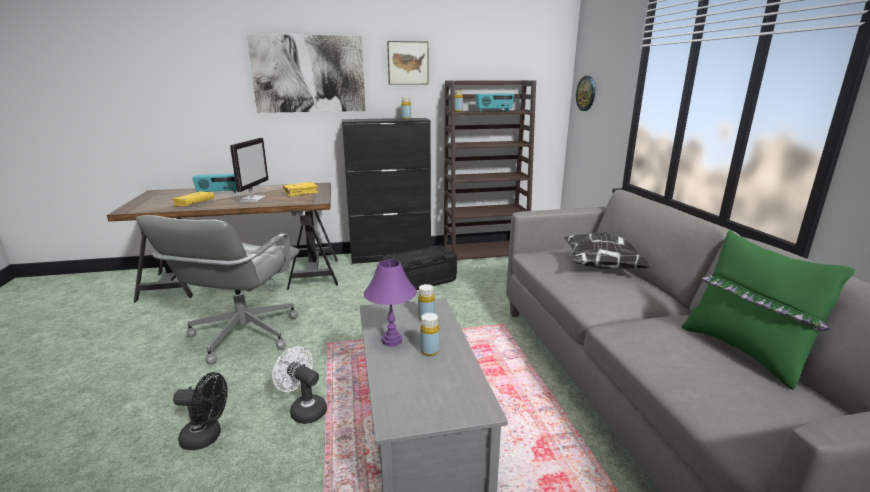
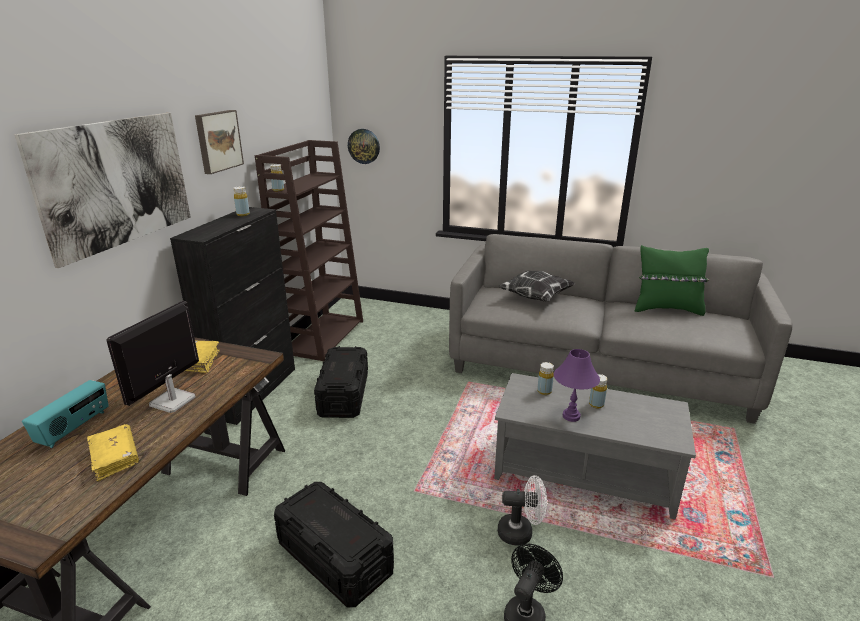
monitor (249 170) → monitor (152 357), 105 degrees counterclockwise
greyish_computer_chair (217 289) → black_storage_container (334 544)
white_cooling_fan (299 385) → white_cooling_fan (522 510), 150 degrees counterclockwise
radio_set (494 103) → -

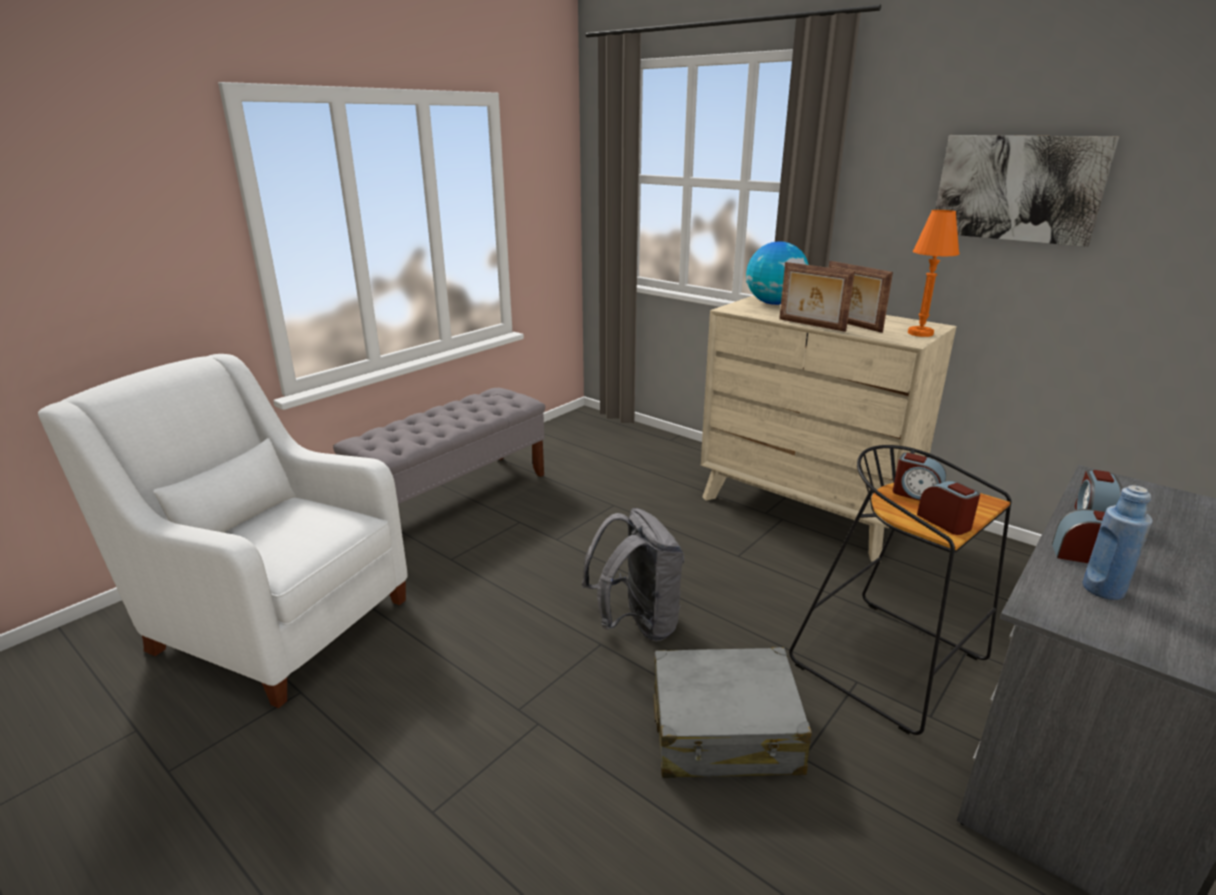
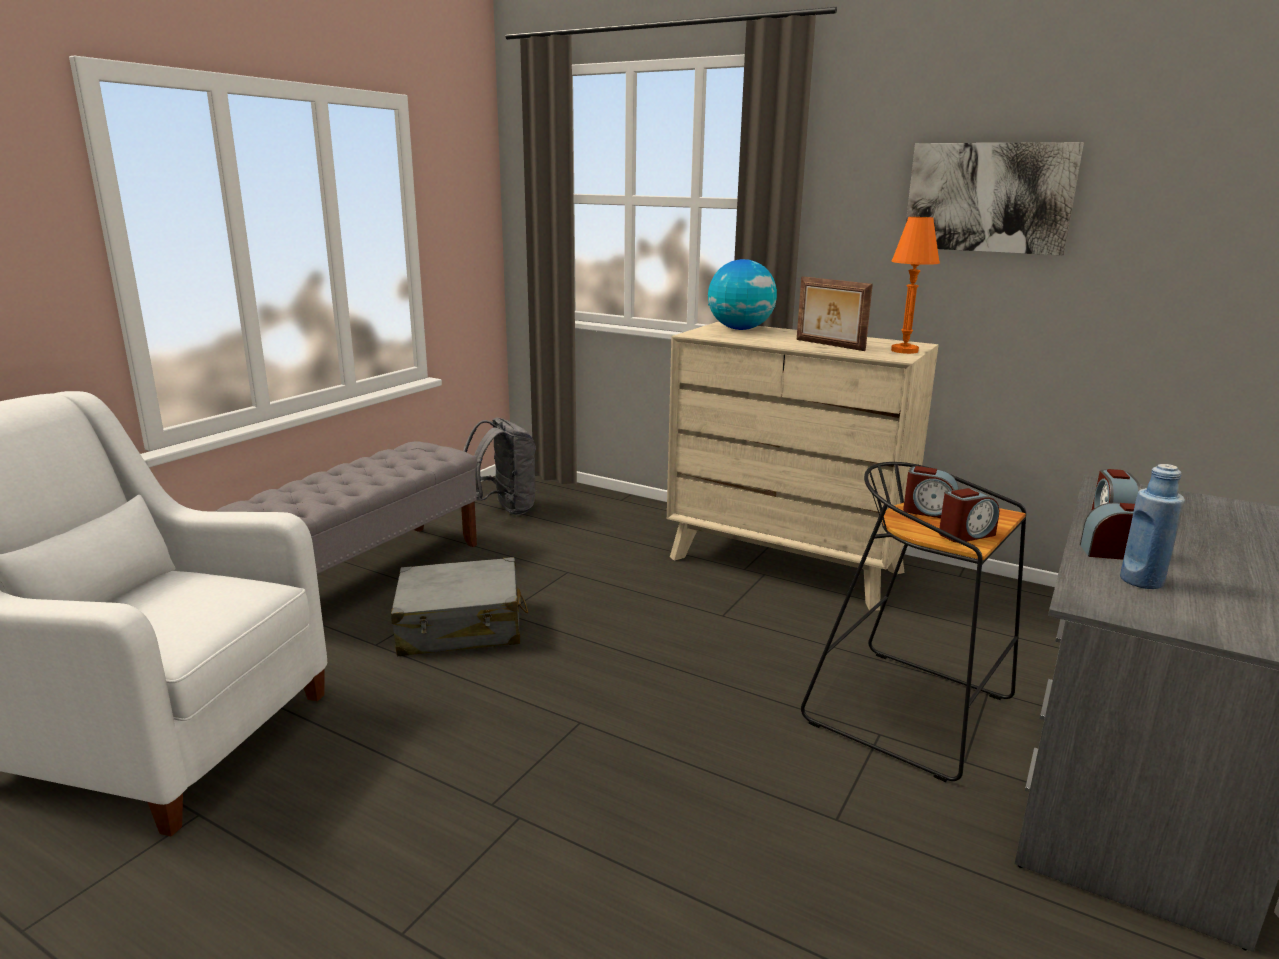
greyish_suitcase (732 712) → greyish_suitcase (459 606), relocated
greyish_knapsack (633 574) → greyish_knapsack (499 466), relocated
table_clock (948 508) → table_clock (969 515), 105 degrees clockwise
picture_frame (817 297) → -

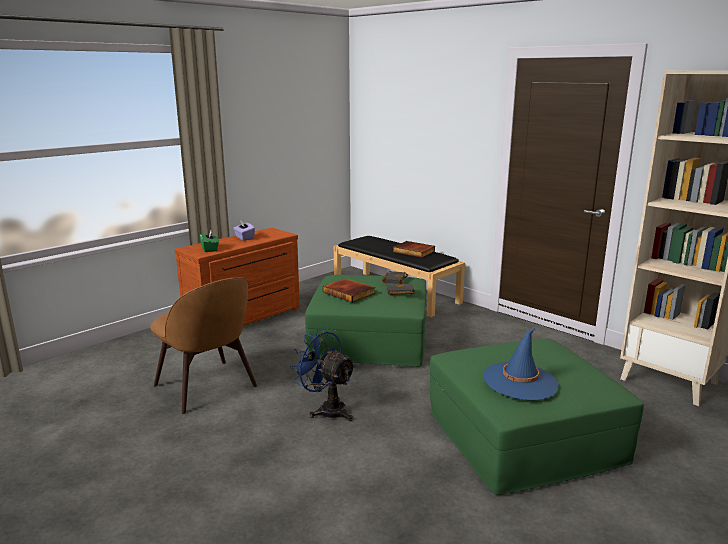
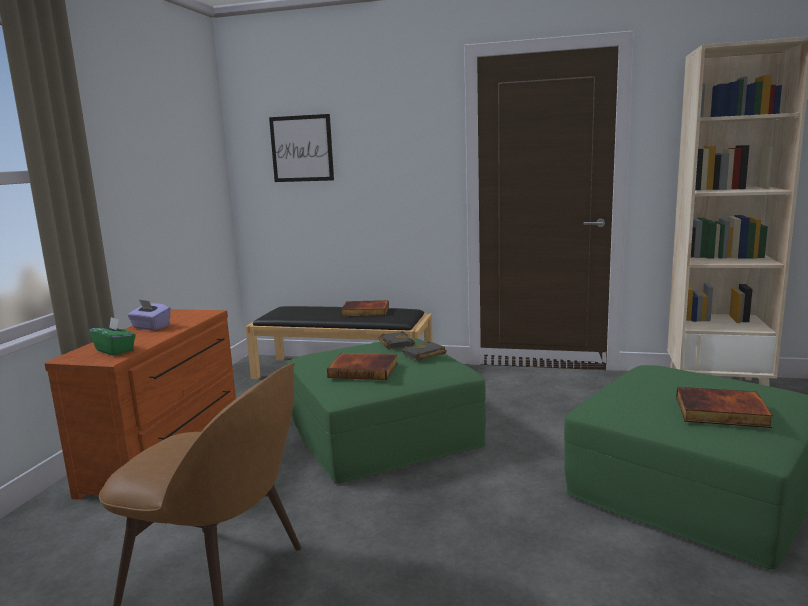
- → wall_picture (301 148)
blue_clothing_hat (521 364) → volume (724 407)
blue_cooling_fan (323 375) → -

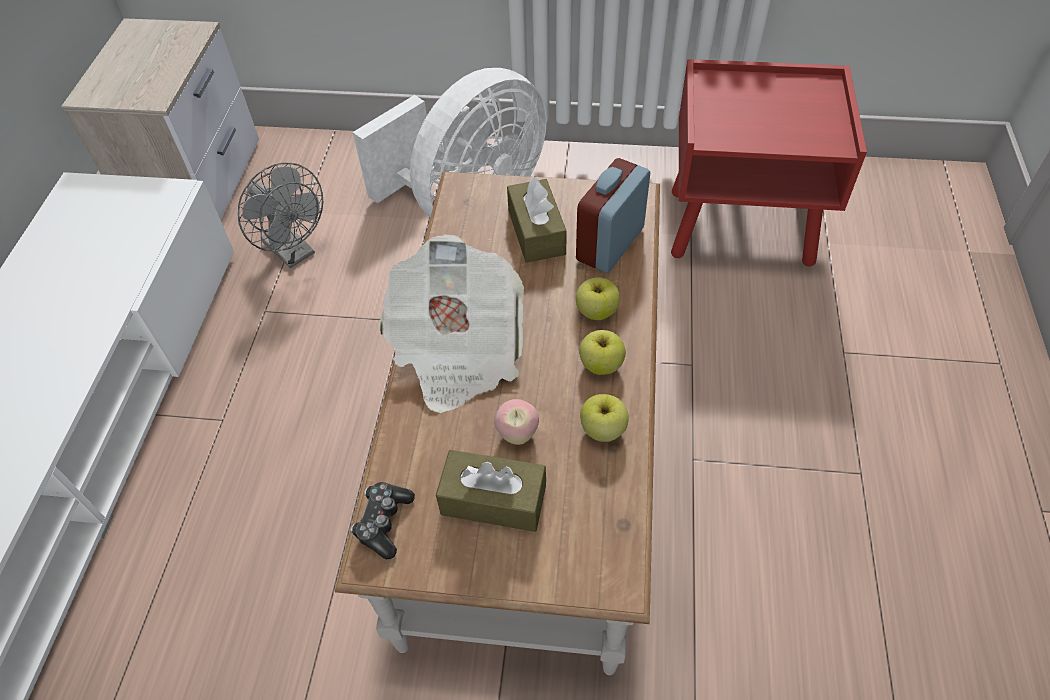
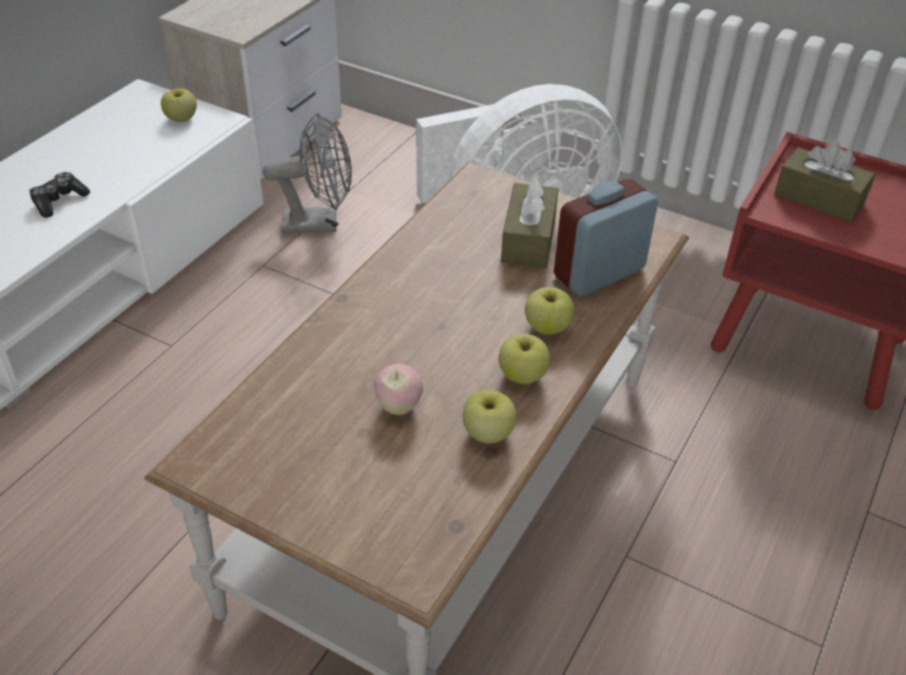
game_controller (383 520) → game_controller (59 195), relocated
- → whole_apple (179 105)
greyish_cooling_fan (281 215) → greyish_cooling_fan (307 173), 75 degrees counterclockwise
brown-coloured_tissue_holder (491 491) → brown-coloured_tissue_holder (824 181), relocated
printed_paper (451 323) → -

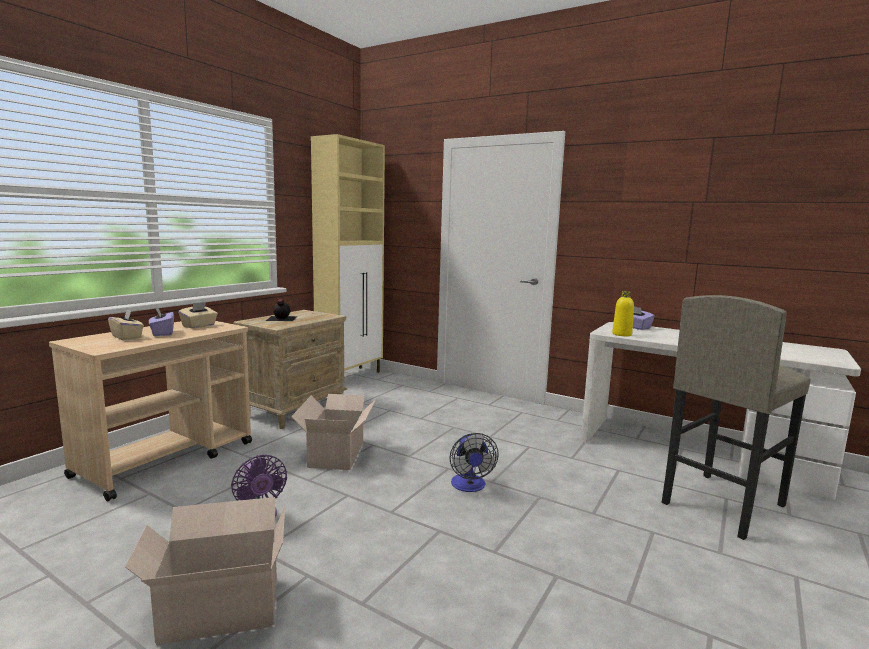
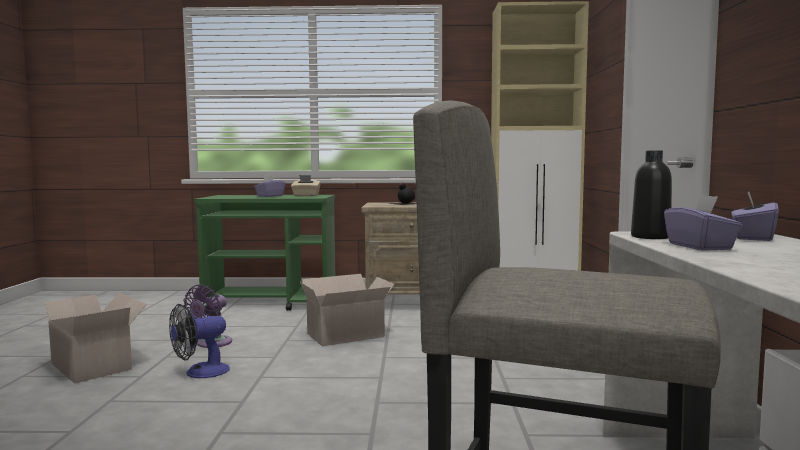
cooling_fan (474 462) → cooling_fan (199 341), relocated
sand-coloured_trolley (150 411) → green-coloured_trolley (264 253)
yellow_bottle (623 313) → black_bottle (651 194)
- → purple_tissue_holder (703 223)
sand-coloured_tissue_holder (126 325) → -

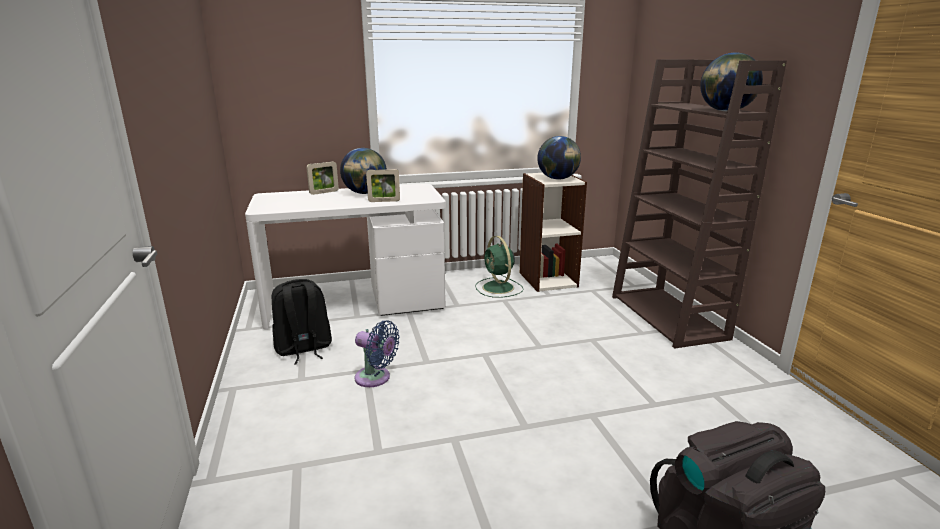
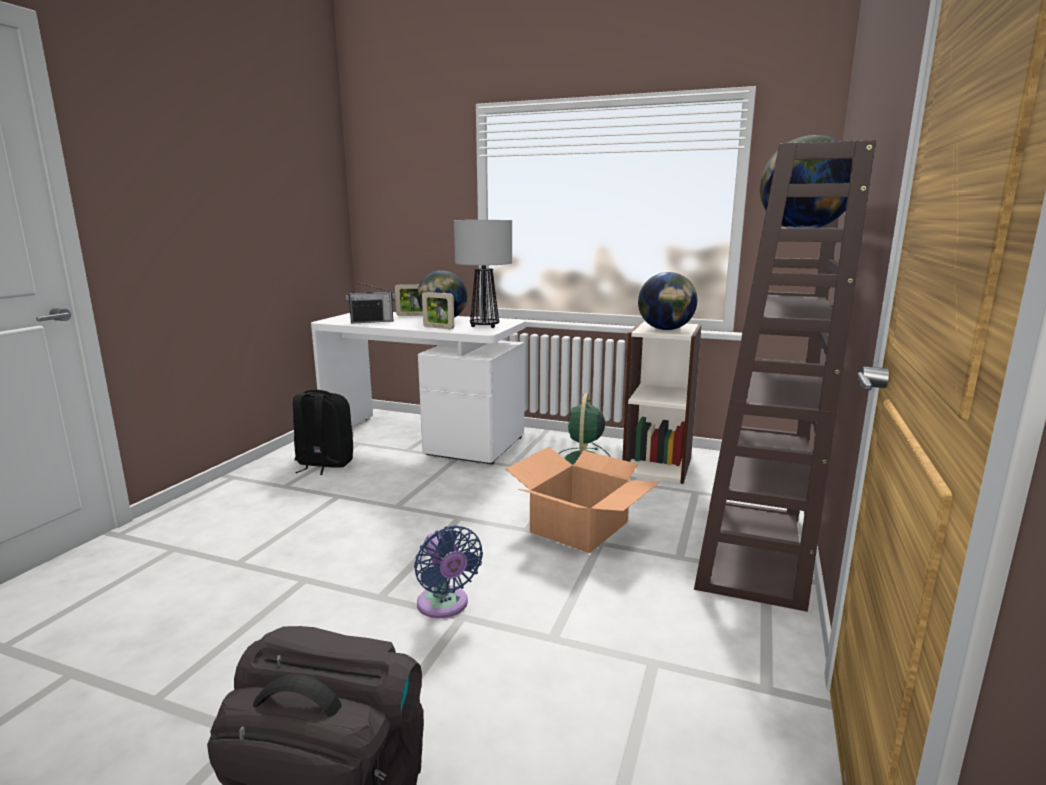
- → radio_set (370 302)
blue_cooling_fan (377 353) → blue_cooling_fan (448 571), relocated
- → tabletop_lamp (483 274)
- → packing_box (583 500)

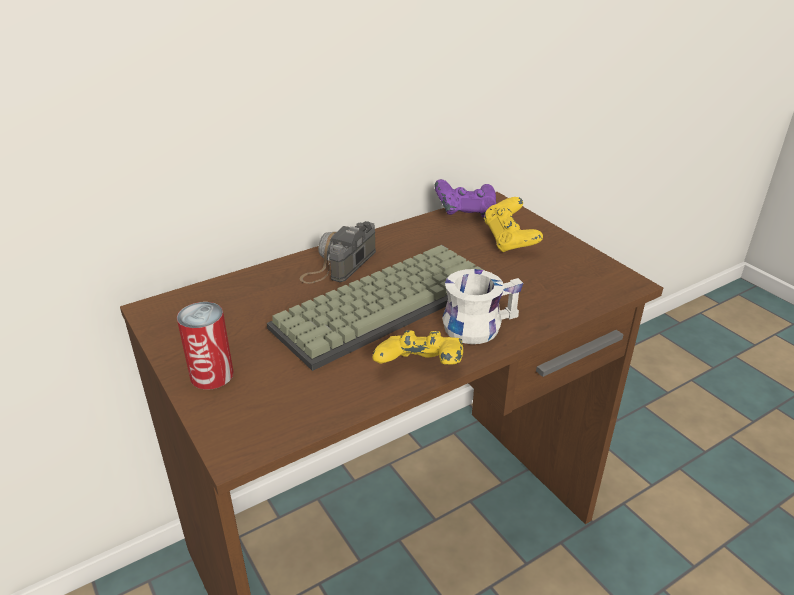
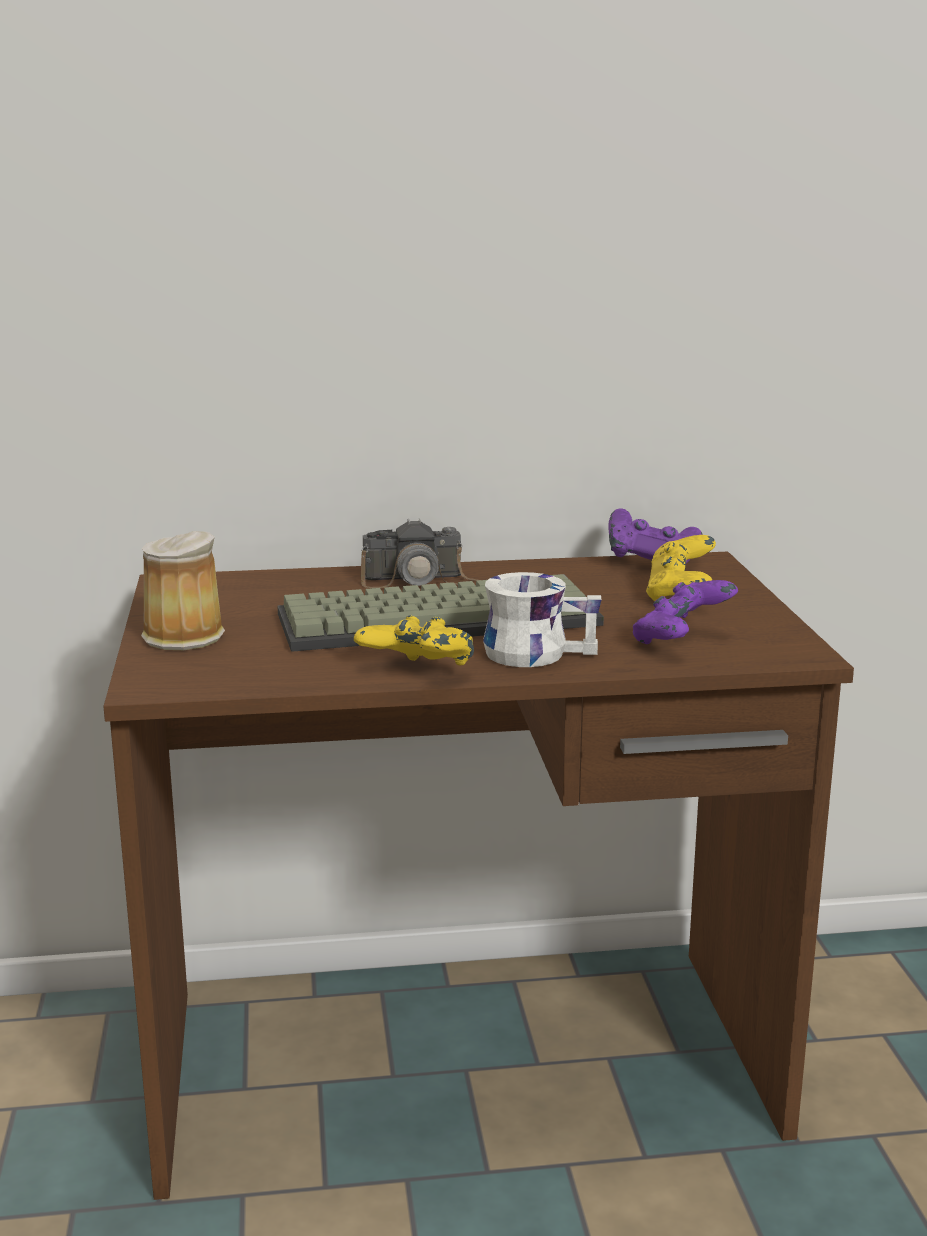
can (205 346) → coffee_mug (183 590)
photo_camera (338 252) → photo_camera (419 553), 150 degrees counterclockwise
- → purple_game_controller (685 612)

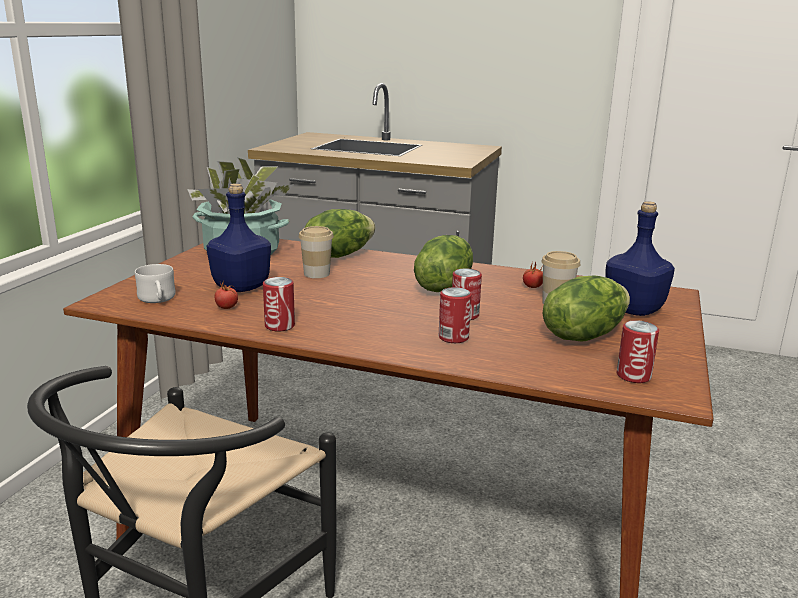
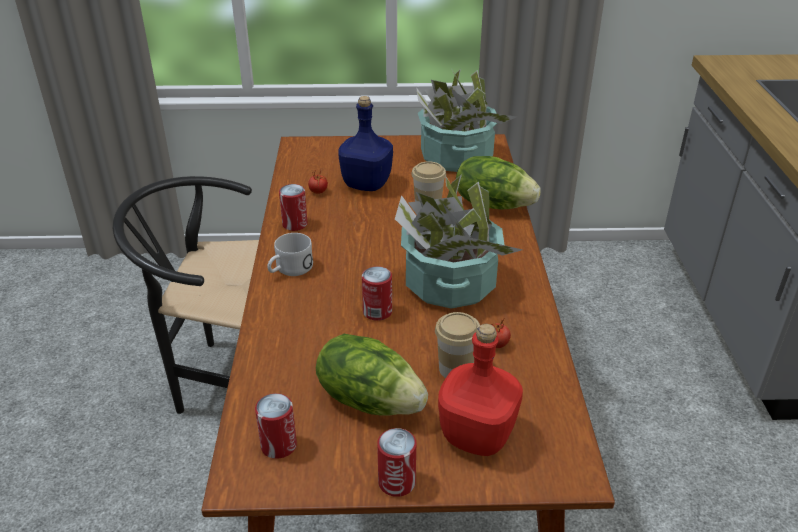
white_coffee_mug (155 283) → white_coffee_mug (290 254), relocated
can (455 315) → can (396 462), relocated
lettuce (443 263) → plant_in_a_pot (459 241)
blue_bottle (640 258) → red_bottle (480 390)

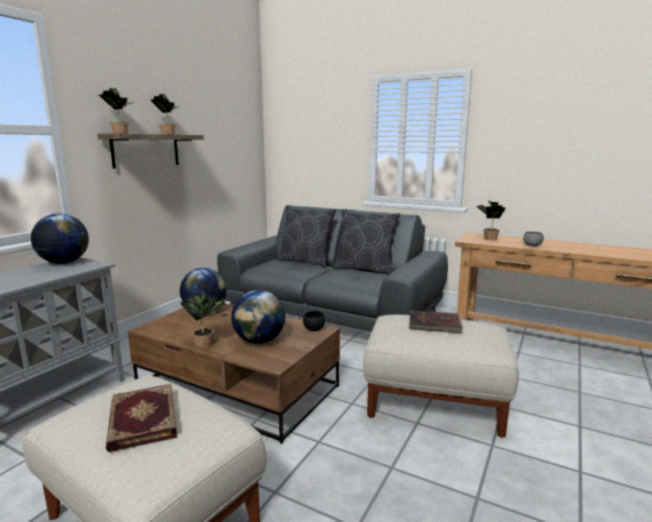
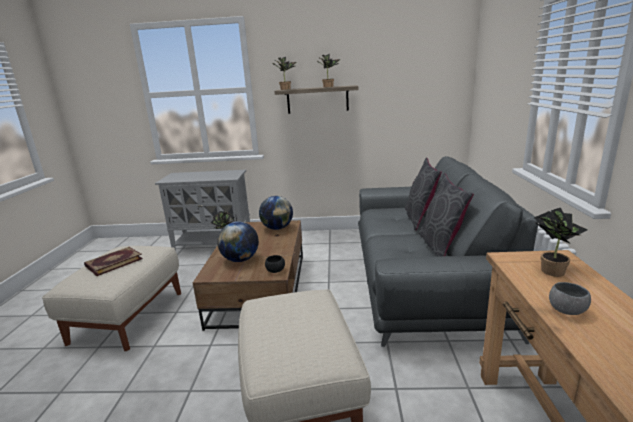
world_globe (60 239) → -
brown-coloured_volume (436 321) → -

